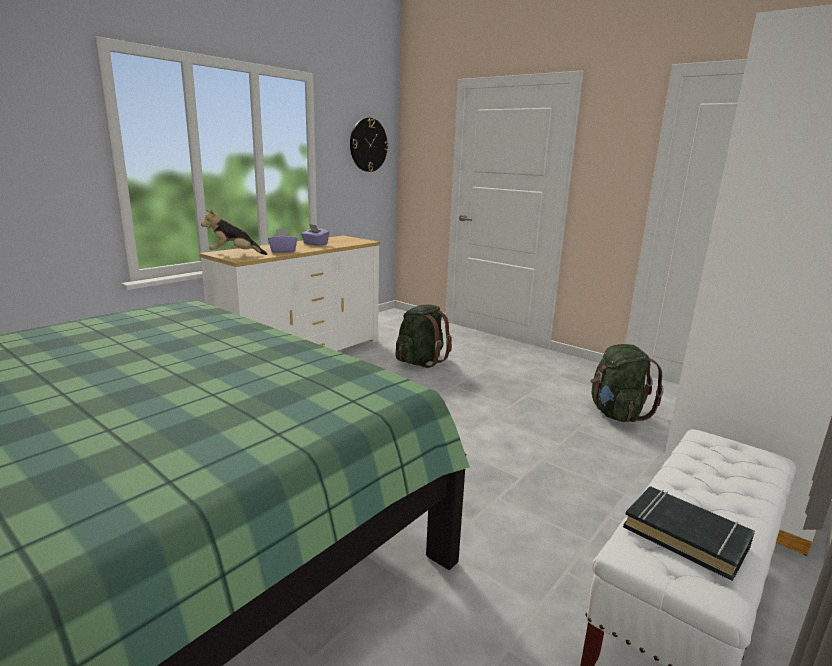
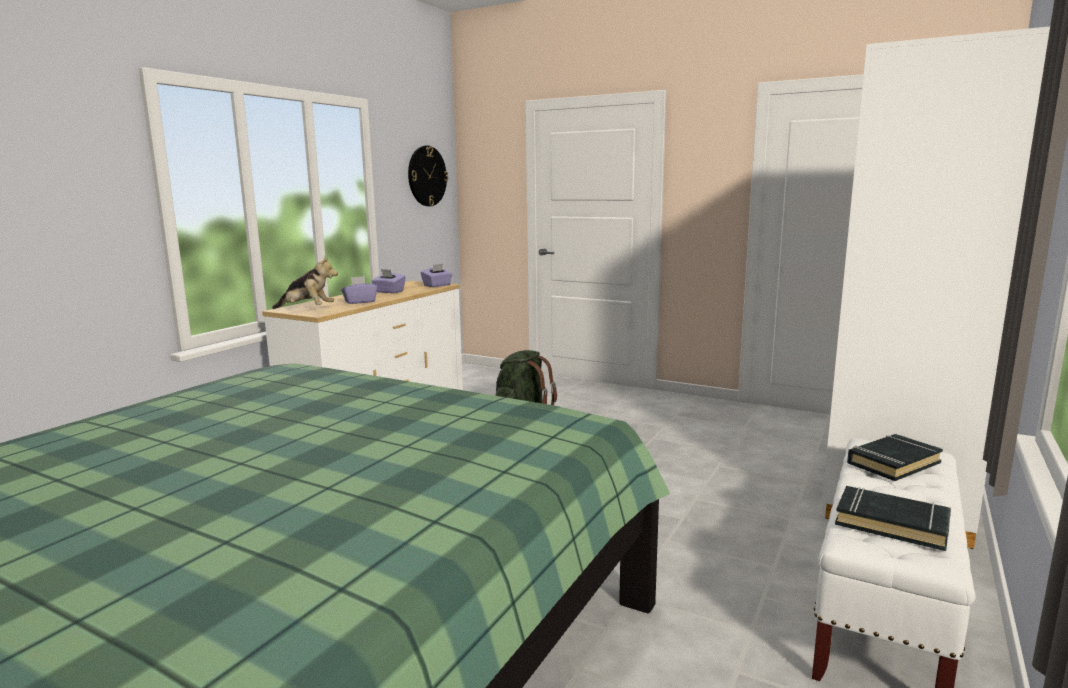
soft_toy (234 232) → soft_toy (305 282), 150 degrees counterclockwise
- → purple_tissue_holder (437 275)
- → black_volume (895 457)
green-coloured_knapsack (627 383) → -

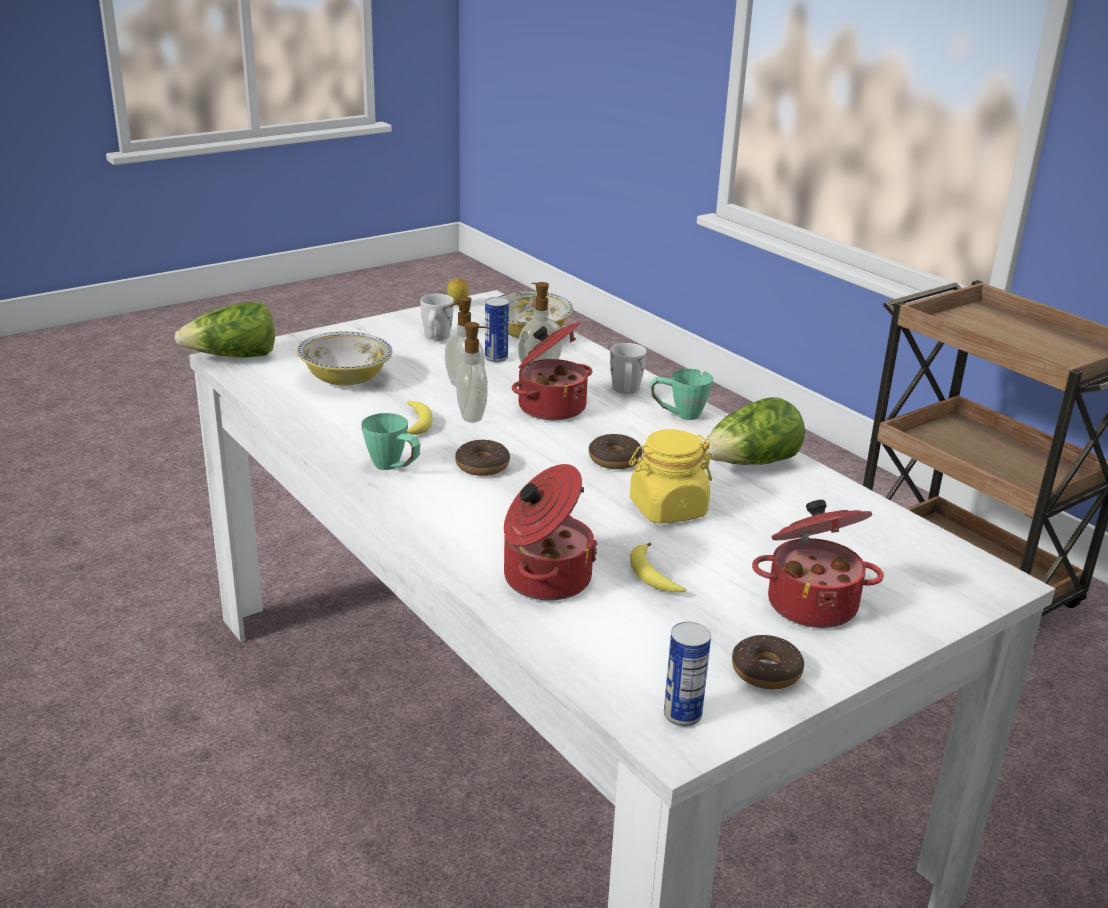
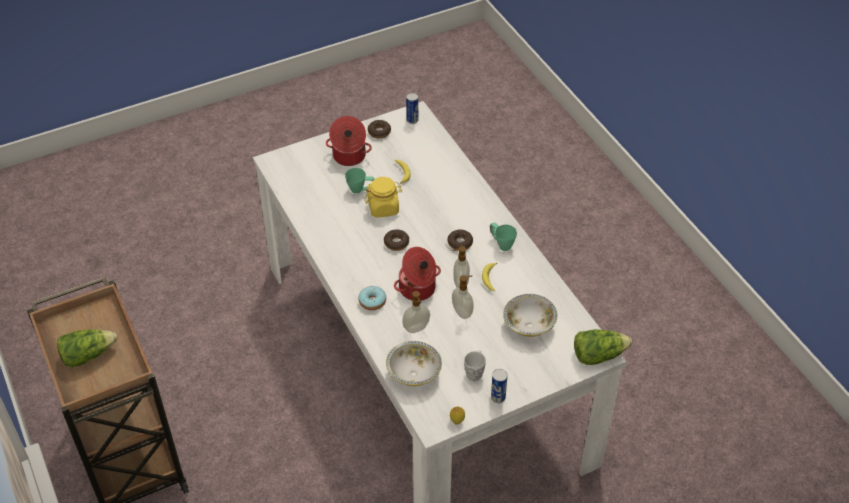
lettuce (755 431) → lettuce (87 348), relocated
green-coloured_coffee_mug (681 394) → green-coloured_coffee_mug (360 181), relocated
white_coffee_mug (628 368) → ring_doughnut (372 298)
can (497 330) → can (499 386), relocated
saucepot (551 532) → -

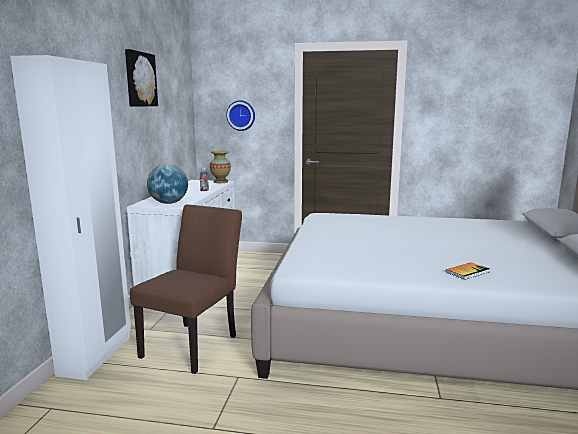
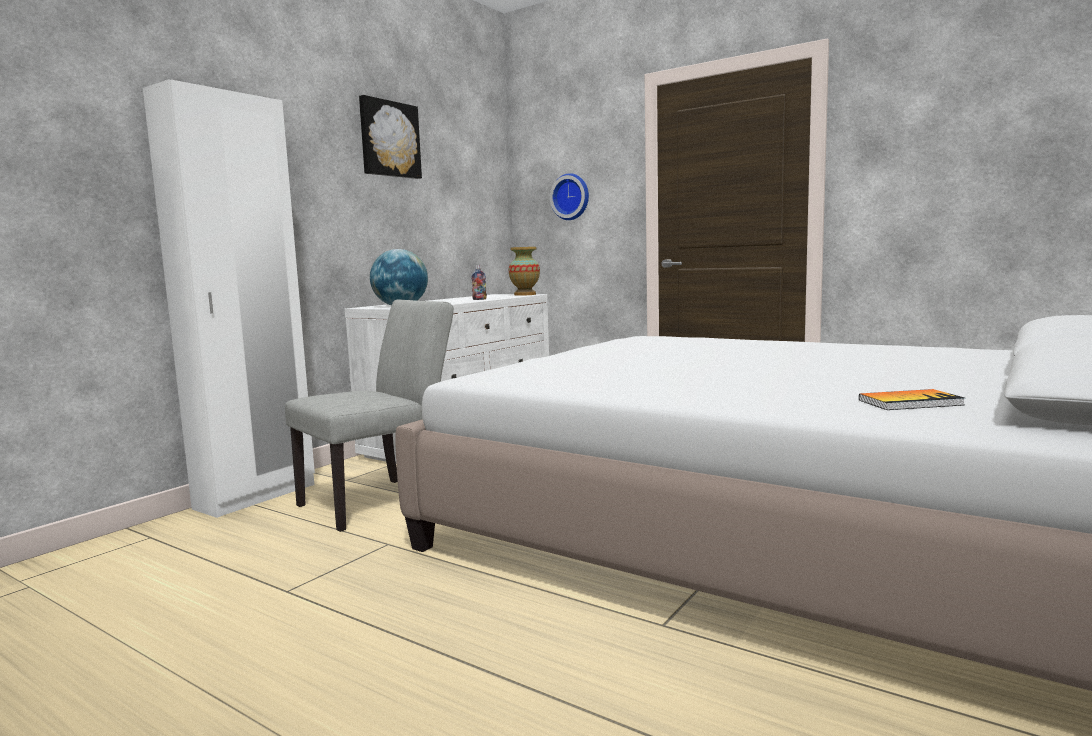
brown-coloured_plain_chair (186 289) → greyish_plain_chair (369 415)
volume (468 271) → volume (912 399), relocated

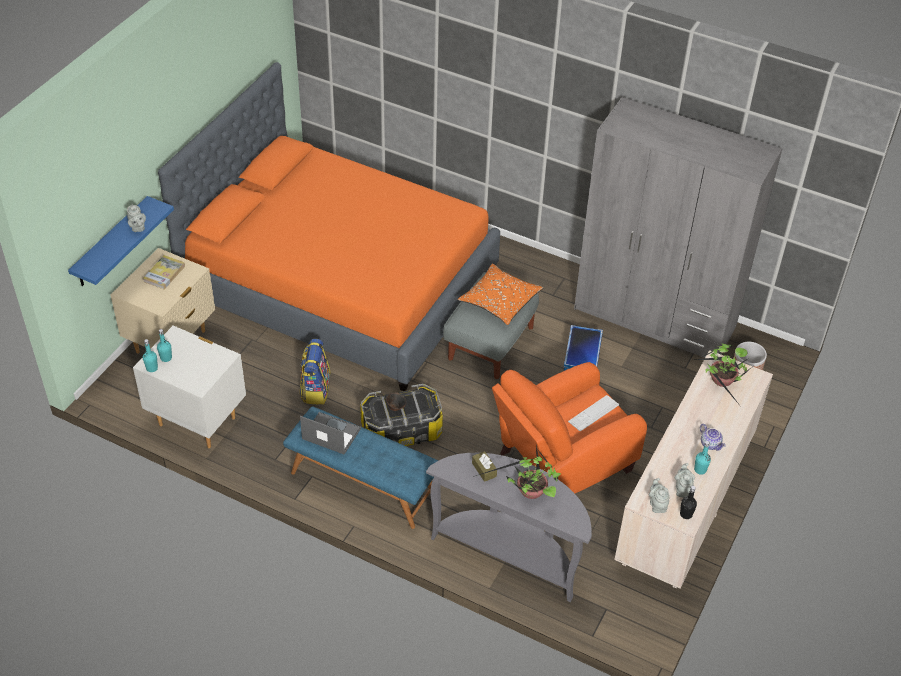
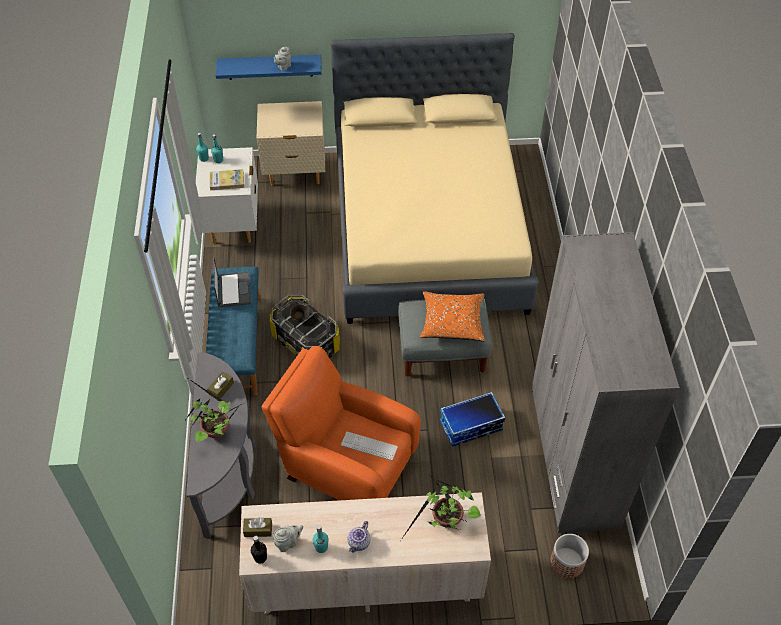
volume (164 272) → volume (227 179), relocated
greyish_teapot (659 495) → brown-coloured_tissue_holder (257 527)
orange-coloured_sleeping_bed (329 226) → sand-coloured_sleeping_bed (435 178)
knapsack (315 371) → -

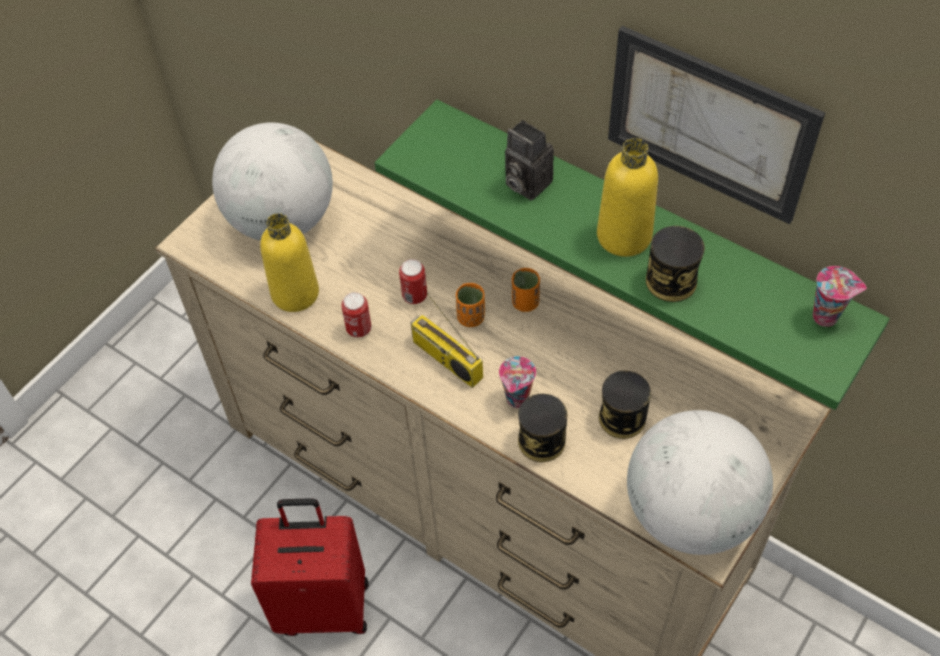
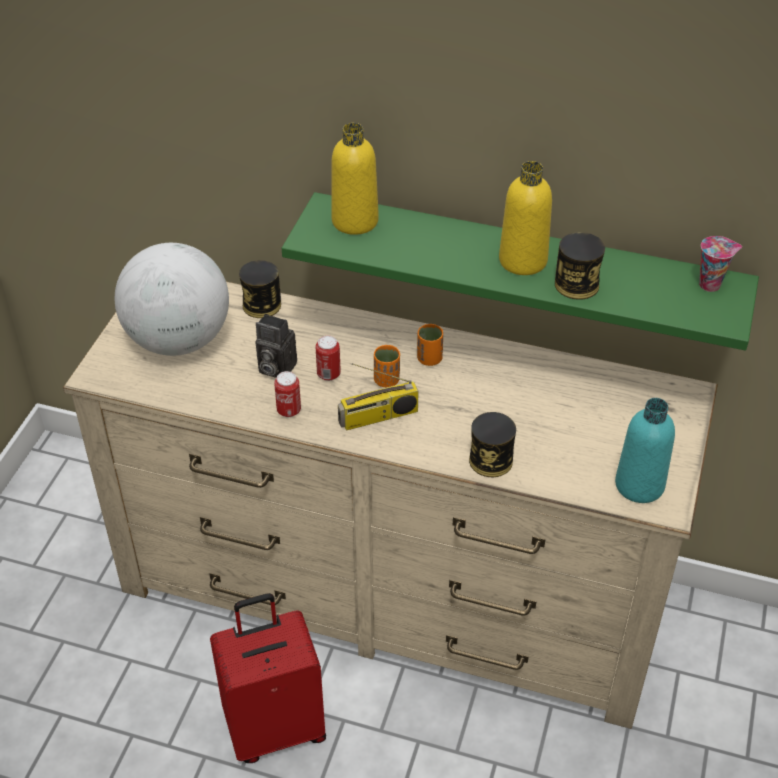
can (625 405) → can (260 289), relocated
photo_camera (529 160) → photo_camera (276 346), relocated
yellow_bottle (289 262) → yellow_bottle (355 179), relocated
radio_set (447 340) → radio_set (378 396), 45 degrees counterclockwise
world_globe (700 482) → turquoise-coloured_bottle (645 450)
small_cup (517 382) → -
wall_picture (716 125) → -

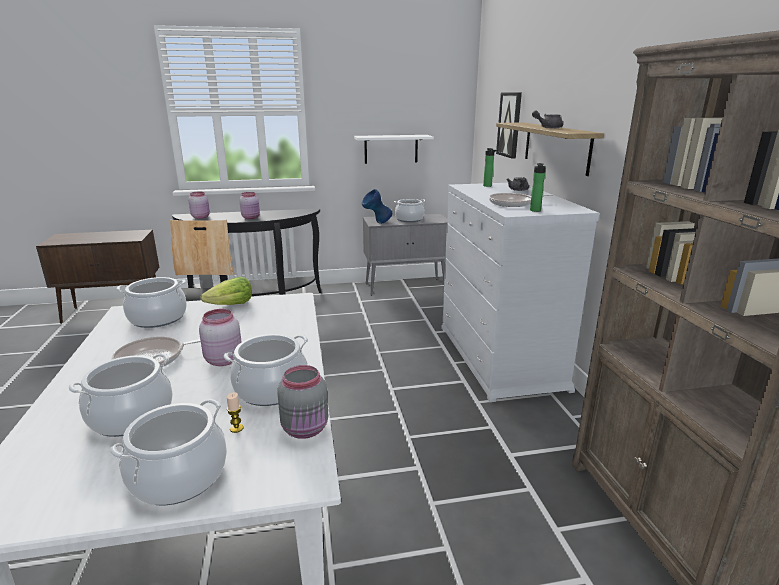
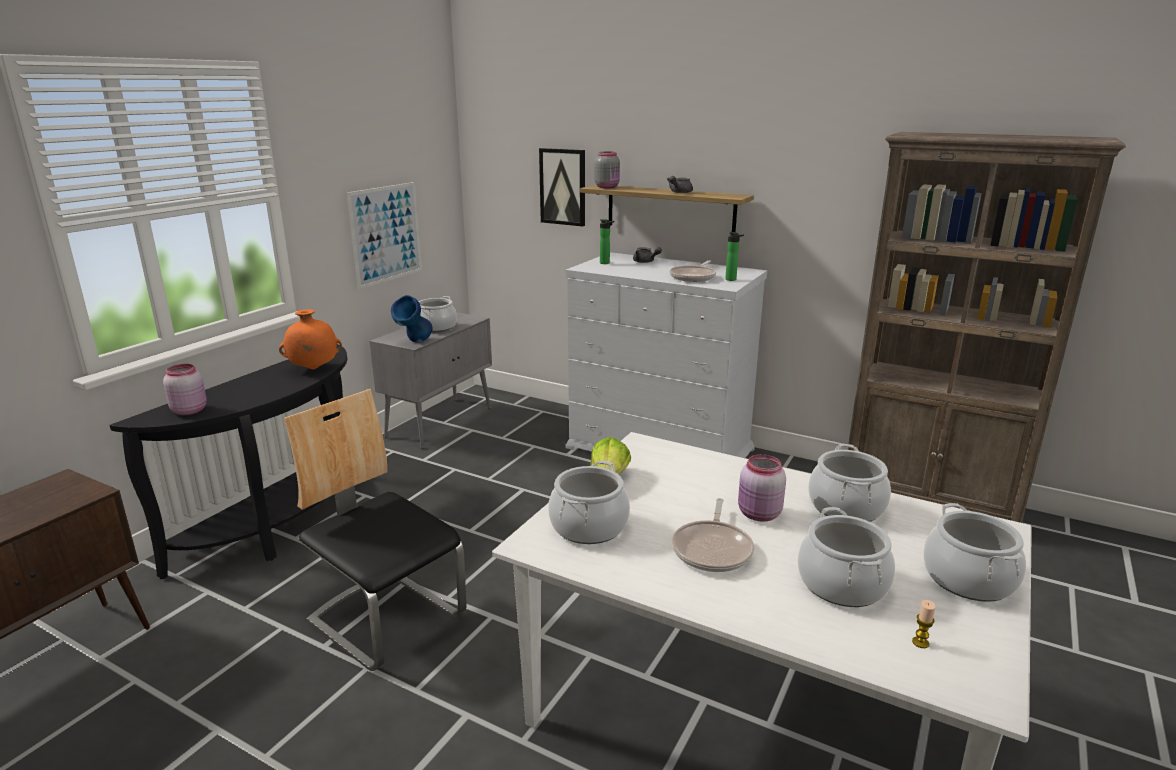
- → orange-coloured_flower_vase (310 339)
white_shelf (394 149) → wall_picture (384 235)
greyish_storage_jar (302 402) → greyish_storage_jar (607 170), relocated
candle (235 412) → candle (924 624), relocated
pinkish_storage_jar (249 205) → -

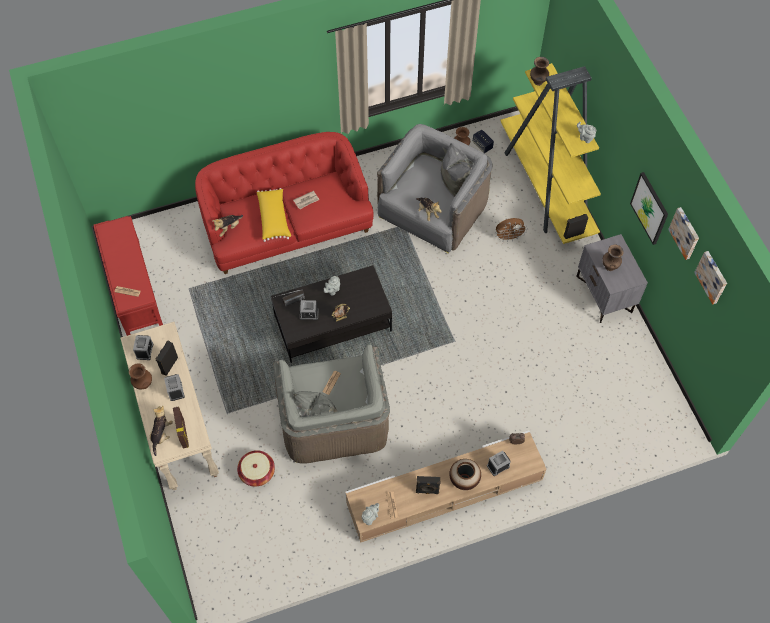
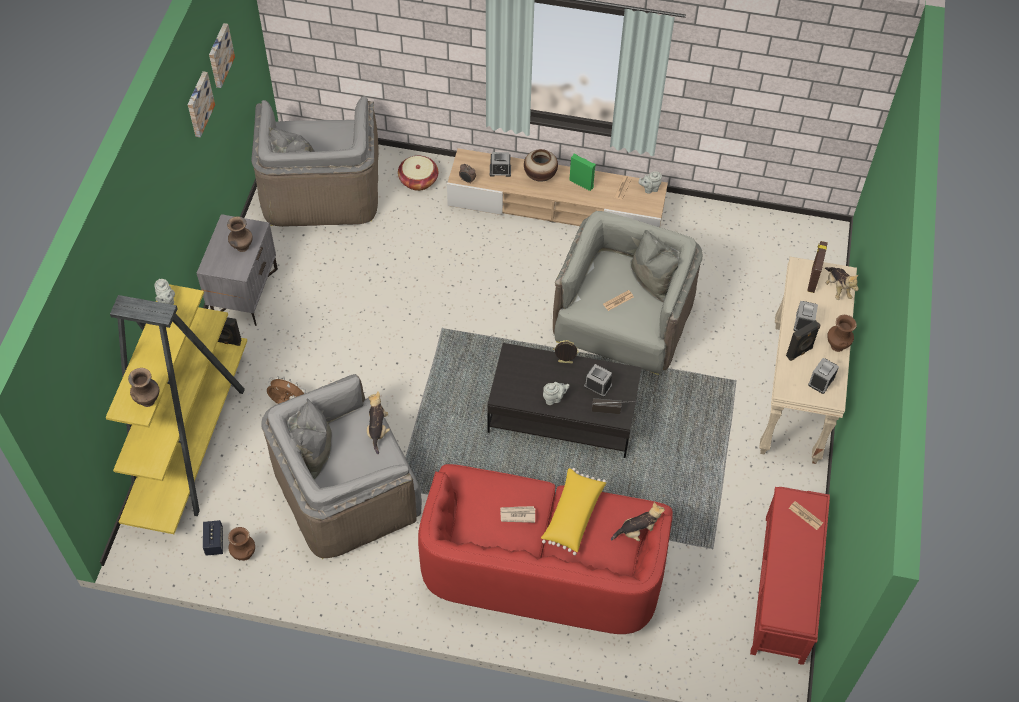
- → greyish_armchair (315 161)
storage_basket (256 468) → storage_basket (418 173), relocated
black_audio_speaker (428 485) → green-coloured_audio_speaker (582 172)
soft_toy (161 431) → soft_toy (842 283), 60 degrees counterclockwise
wall_picture (649 208) → -

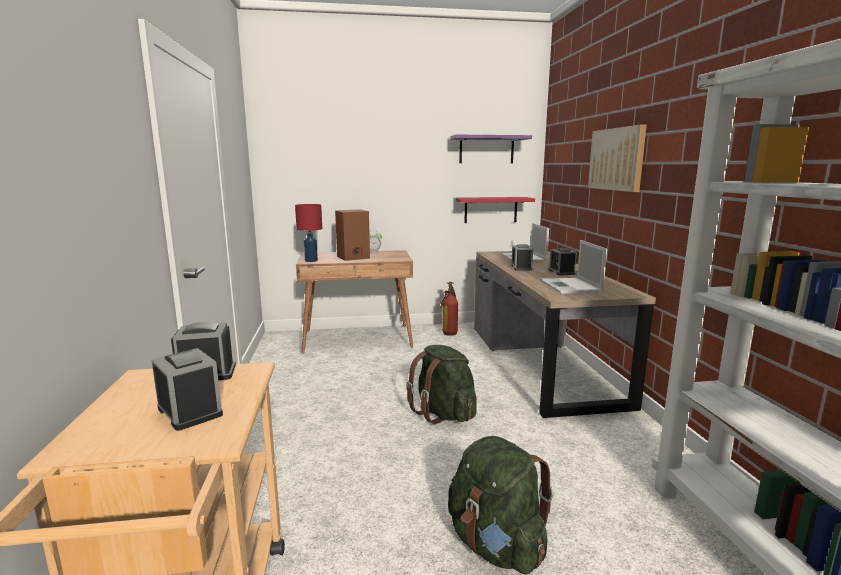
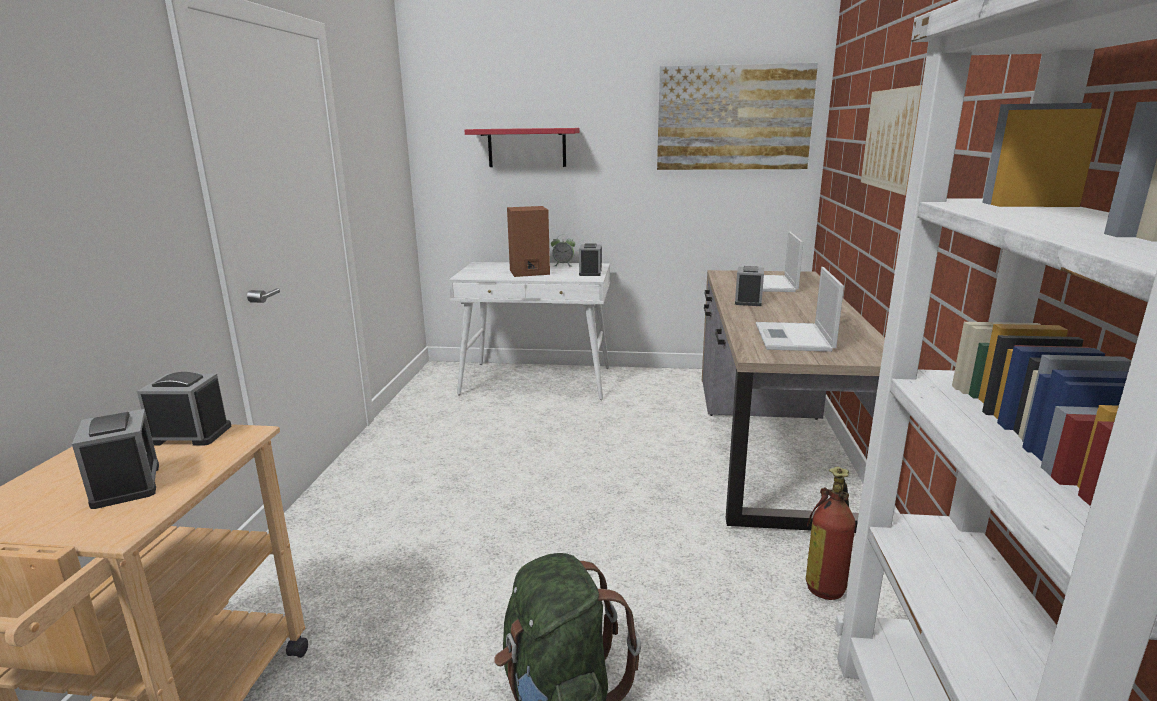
brown-coloured_desk_unit (354 302) → white_desk_unit (529 331)
red_shelf (495 210) → red_shelf (522 147), relocated
table_clock (563 261) → table_clock (590 259), relocated
purple_shelf (491 149) → wall_picture (737 116)
fire_extinguisher (449 309) → fire_extinguisher (831 533), relocated
red_tabletop_lamp (308 233) → -
green-coloured_knapsack (441 384) → -

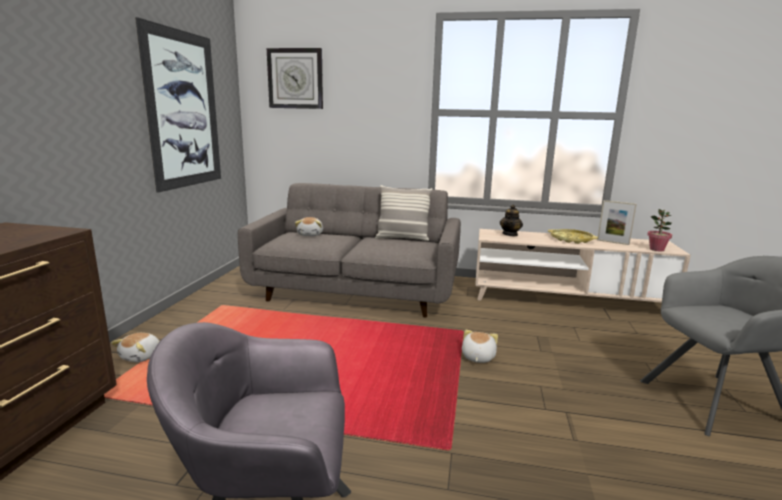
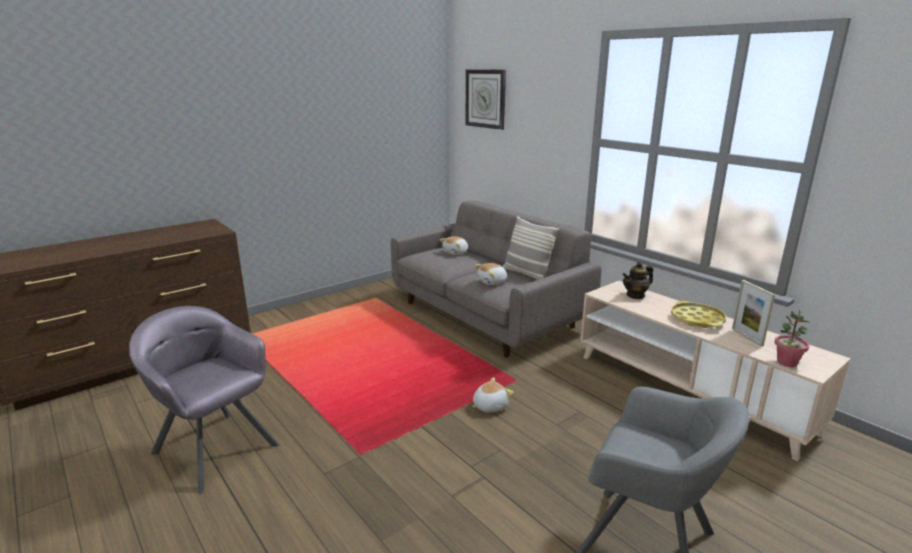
soft_toy (135 347) → soft_toy (490 274), relocated
wall_picture (178 105) → -

